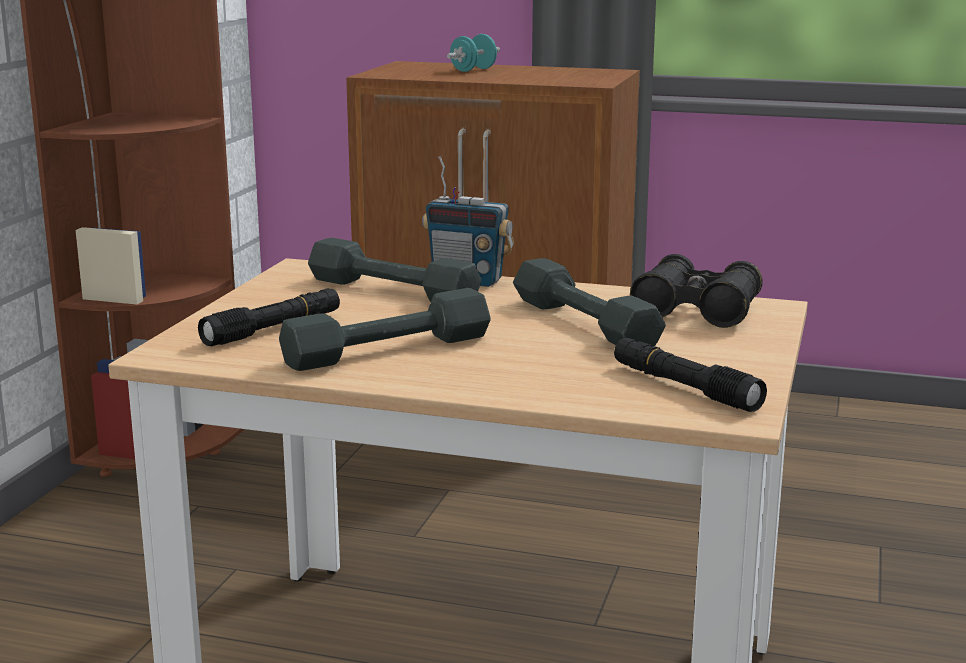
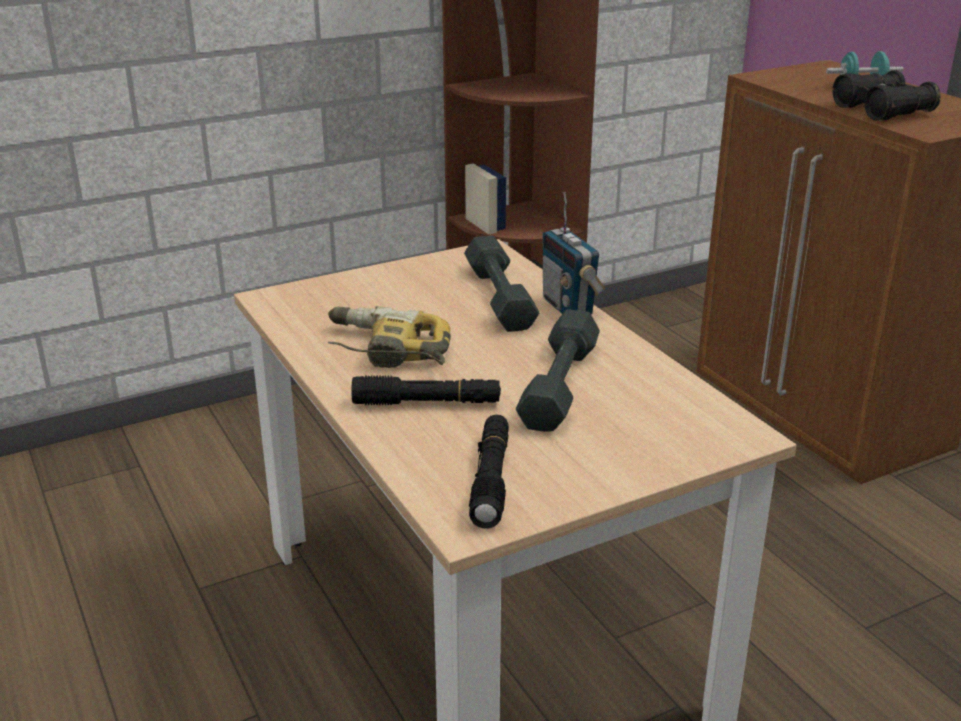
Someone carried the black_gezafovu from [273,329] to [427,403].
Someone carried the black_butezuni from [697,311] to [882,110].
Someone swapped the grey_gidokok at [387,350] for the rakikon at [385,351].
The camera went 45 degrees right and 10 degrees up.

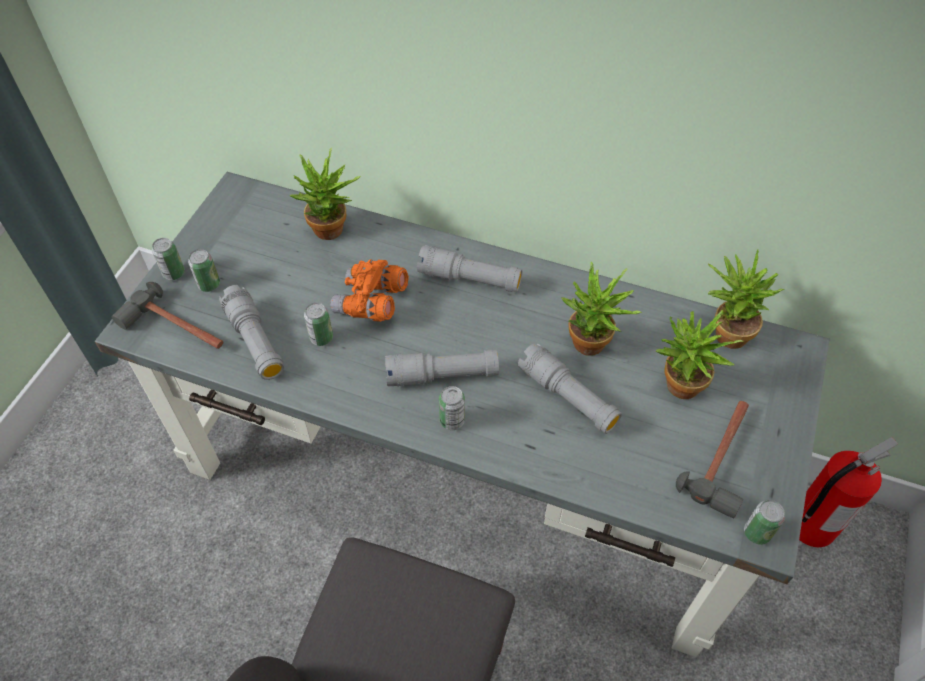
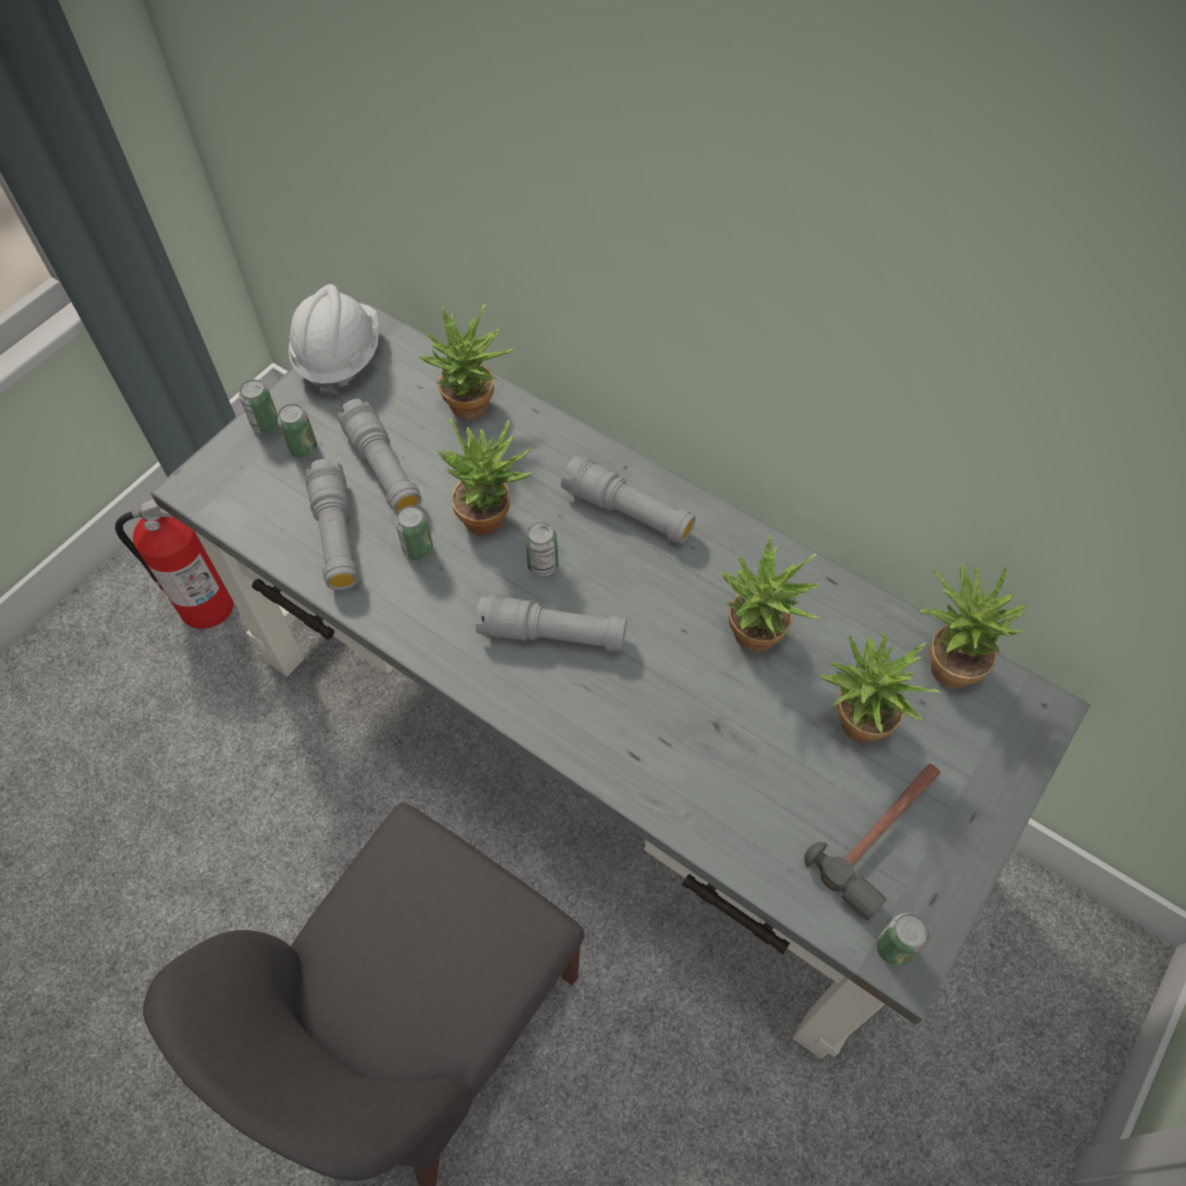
Someone took away the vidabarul at [176,329].
Someone put down the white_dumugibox at [339,357].
Someone carried the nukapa from [452,420] to [542,565].
Someone carried the grey_gezafovu from [568,397] to [383,468].
Someone carried the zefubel from [810,525] to [206,605].
Someone swapped the orange_butezuni at [371,303] for the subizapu at [493,517].
The camera went 15 degrees right and 5 degrees up.

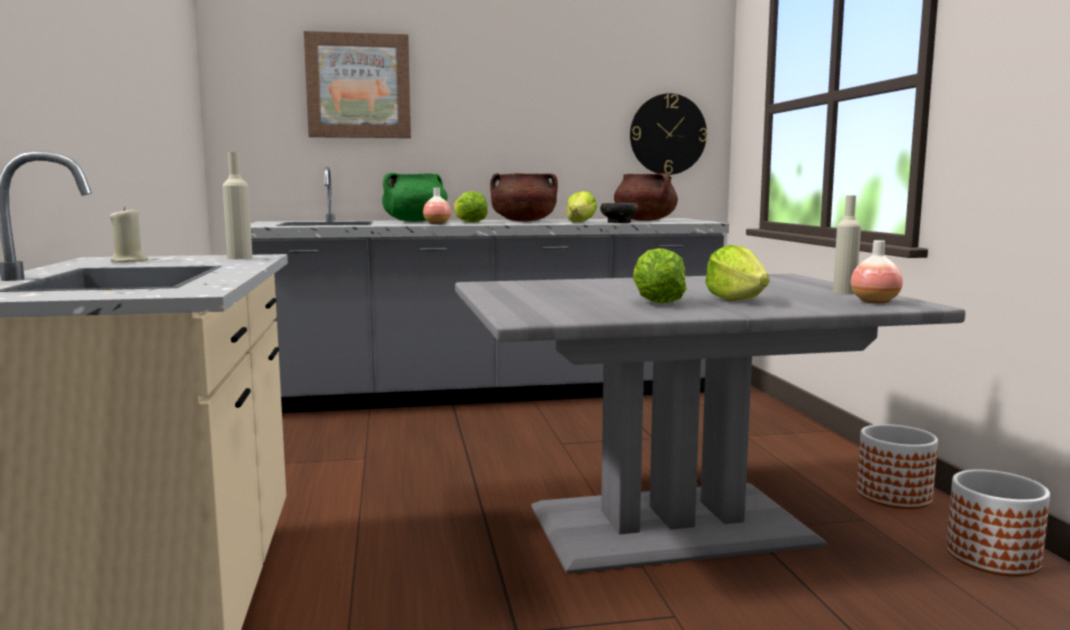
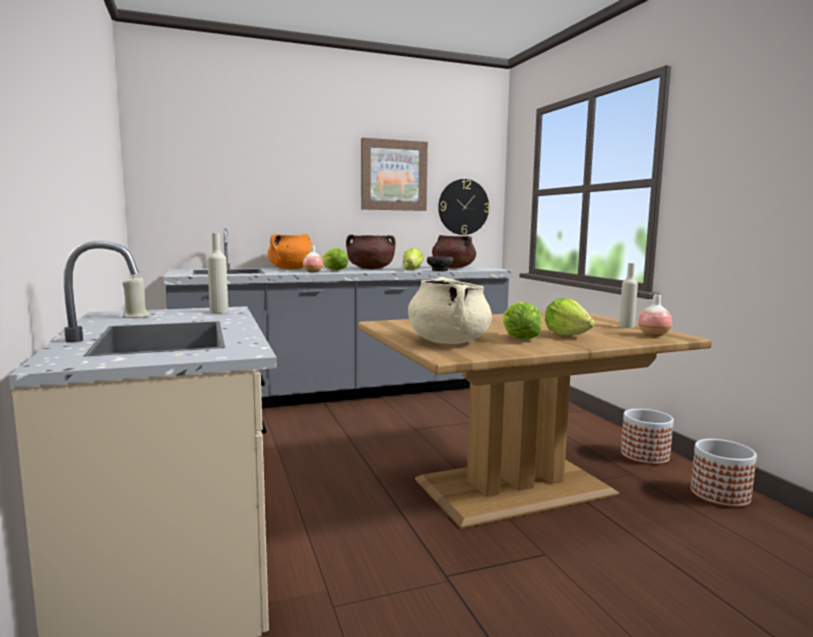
Someone put down the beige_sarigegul at [448,342].
Someone carried the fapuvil from [358,86] to [393,175].
Someone repainted the green_sarigegul at [415,221], which became the orange_sarigegul at [292,269].
Someone repainted the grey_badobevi at [672,527], which became the brown_badobevi at [516,488].
The camera went 10 degrees left and 0 degrees up.

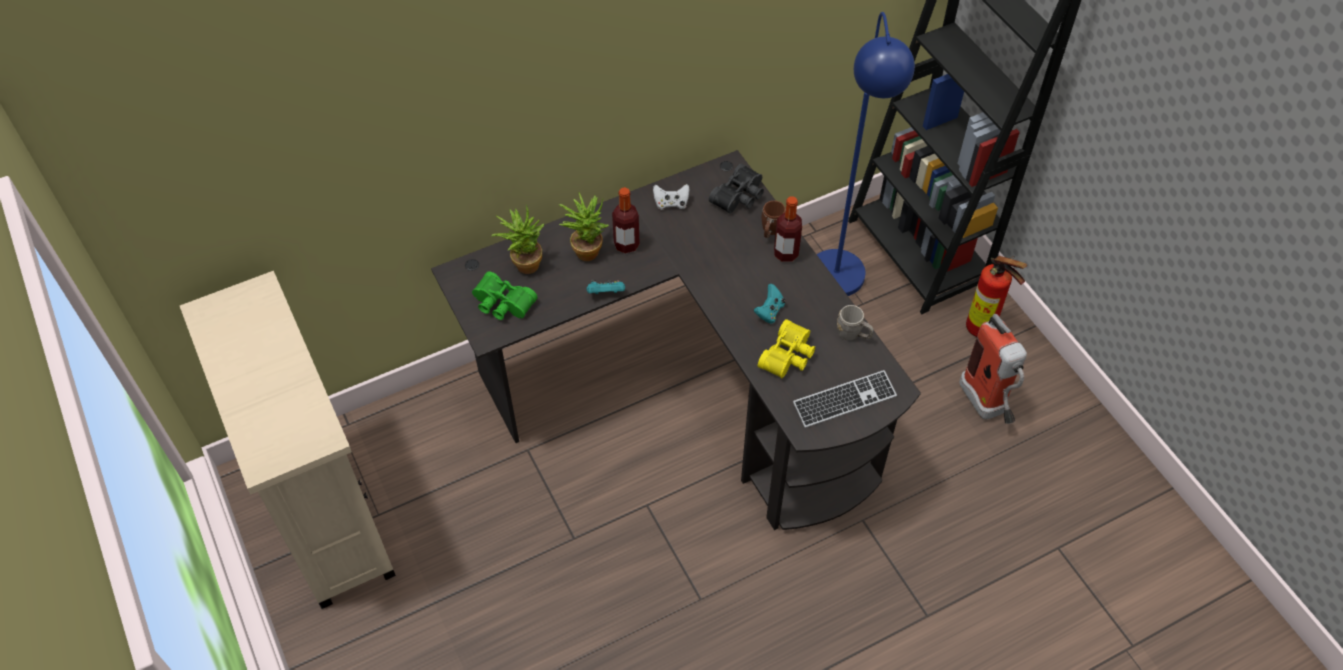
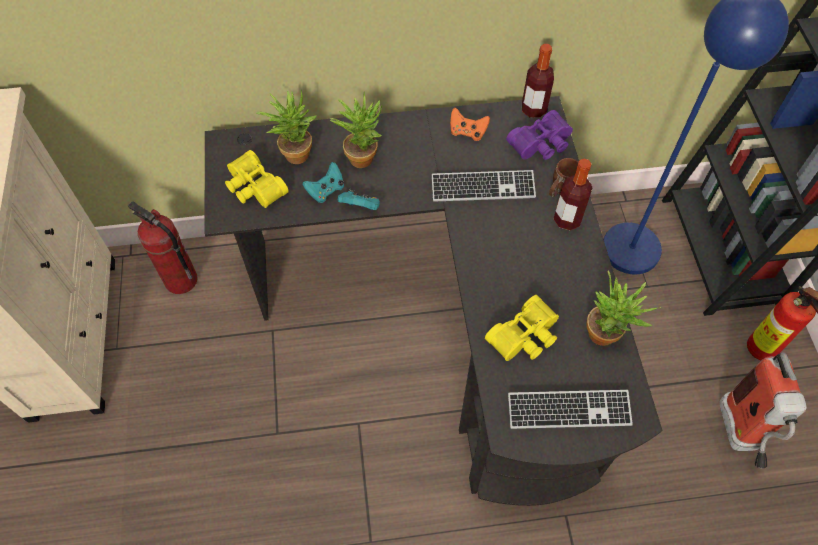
Someone put down the zefubel at [180,280].
Someone put down the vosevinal at [483,188].
Someone carried the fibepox from [626,244] to [533,109].
Someone carried the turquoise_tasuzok from [769,311] to [326,190].
Someone swapped the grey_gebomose at [853,335] for the subizapu at [608,335].
Someone repainted the green_butezuni at [502,305], which became the yellow_butezuni at [253,188].
Someone repainted the white_tasuzok at [671,203], which became the orange_tasuzok at [467,132].
Someone repainted the black_butezuni at [740,197], which became the purple_butezuni at [542,145].
The camera went 20 degrees right and 5 degrees up.

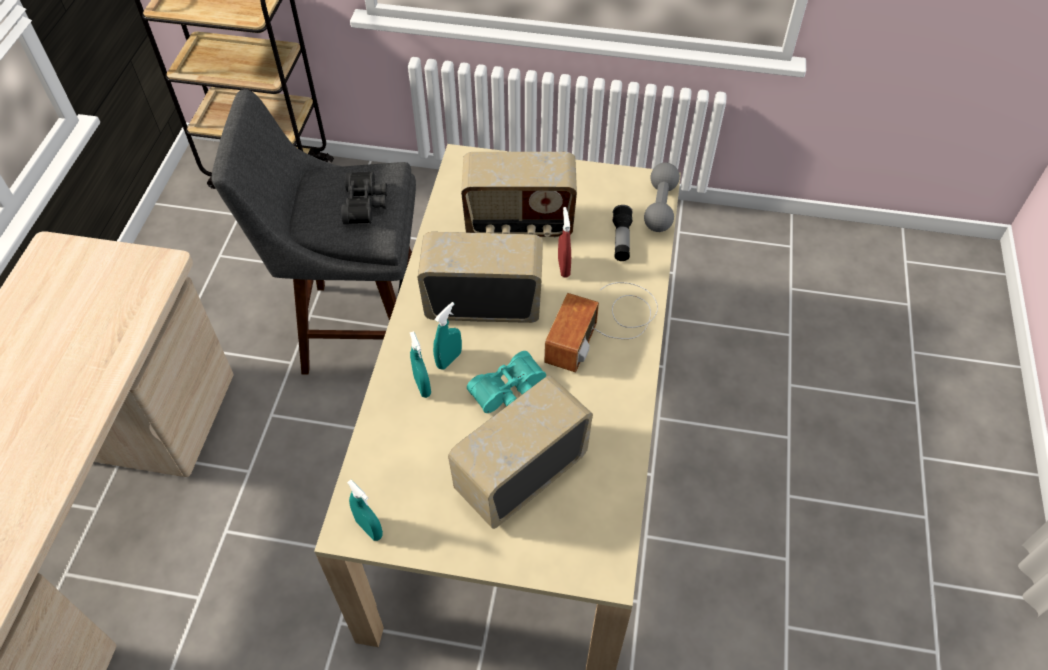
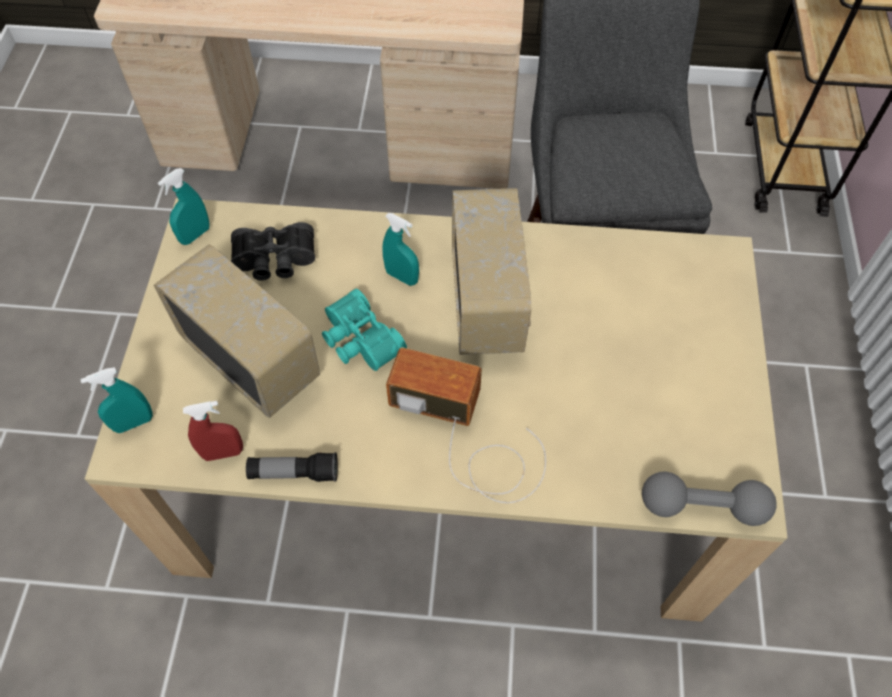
Someone took away the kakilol at [519,223].
Someone carried the black_butezuni from [366,204] to [275,261].
Someone carried the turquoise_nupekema from [422,386] to [133,423].
Someone carried the red_nupekema from [563,267] to [223,453].
Someone carried the gezafovu from [621,240] to [294,473].
The camera went 85 degrees right and 5 degrees up.

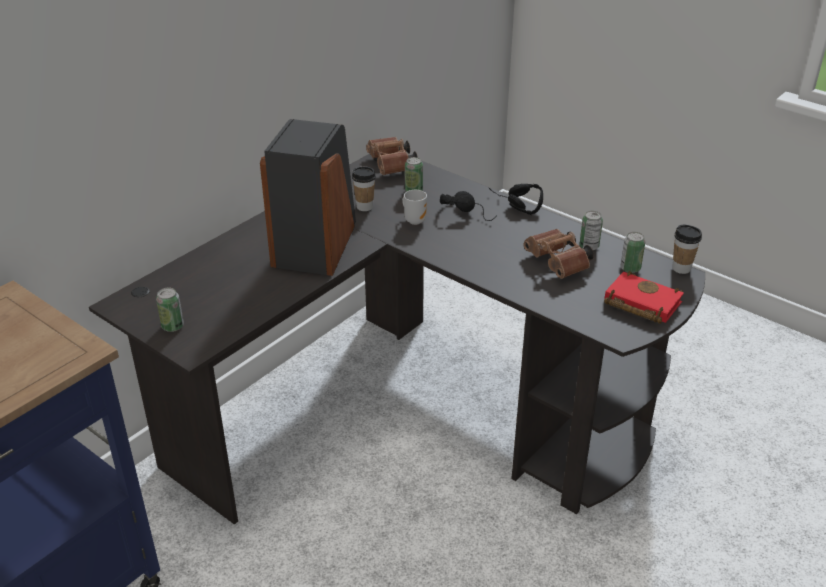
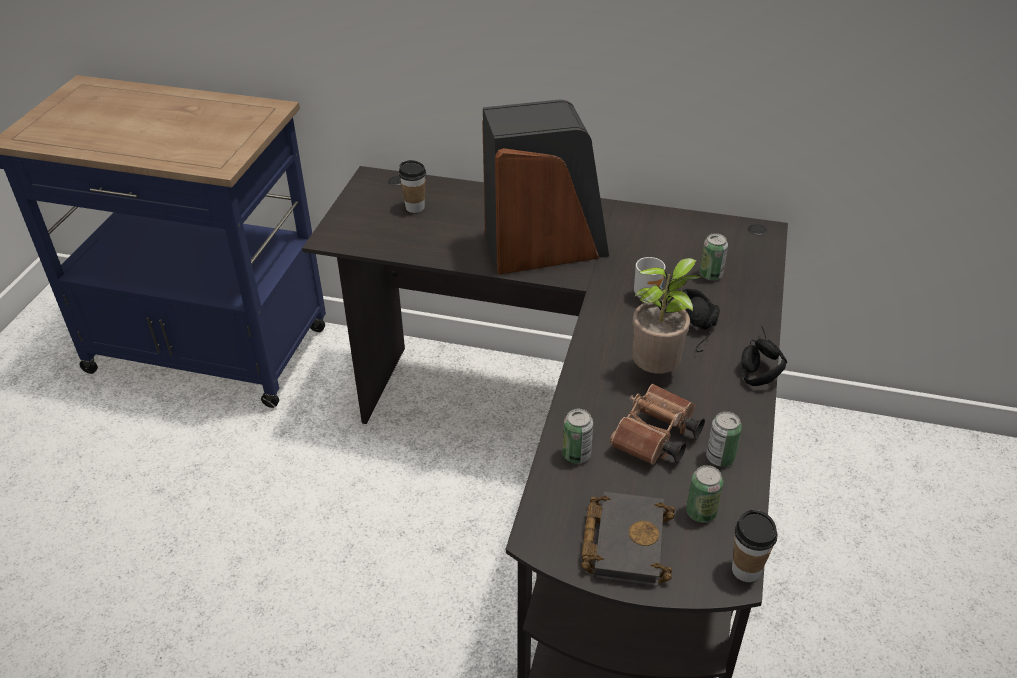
Someone took away the brown_butezuni at [391,166].
Someone put down the subizapu at [657,371].
Someone carried the nukapa from [173,326] to [576,455].
Someone carried the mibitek from [364,207] to [415,207].
Someone repainted the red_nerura at [639,303], which became the black_nerura at [624,541].
The camera went 65 degrees right and 5 degrees up.

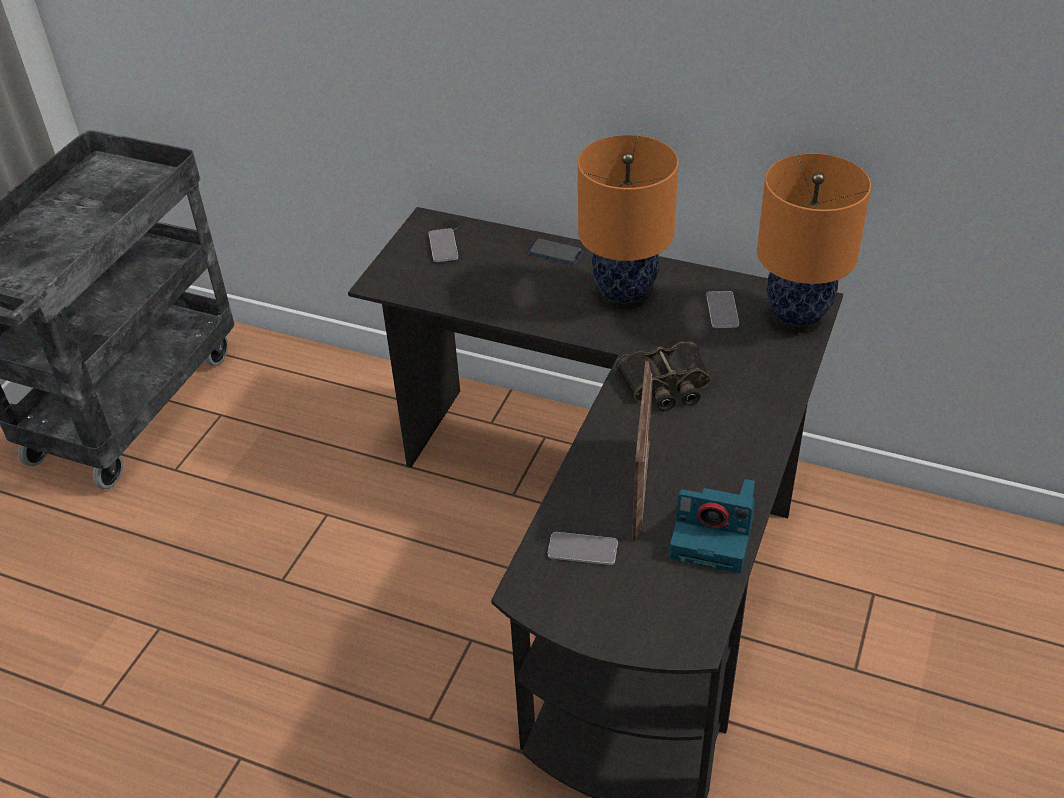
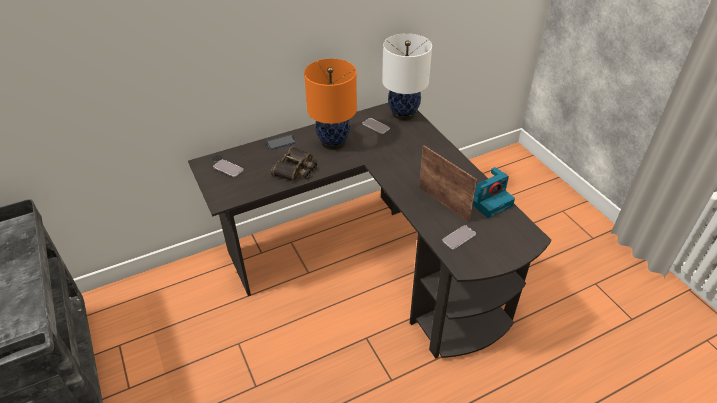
Someone carried the butezuni from [666,385] to [296,169].
Someone repainted the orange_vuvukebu at [797,317], which became the white_vuvukebu at [403,113].
The camera went 50 degrees left and 0 degrees up.

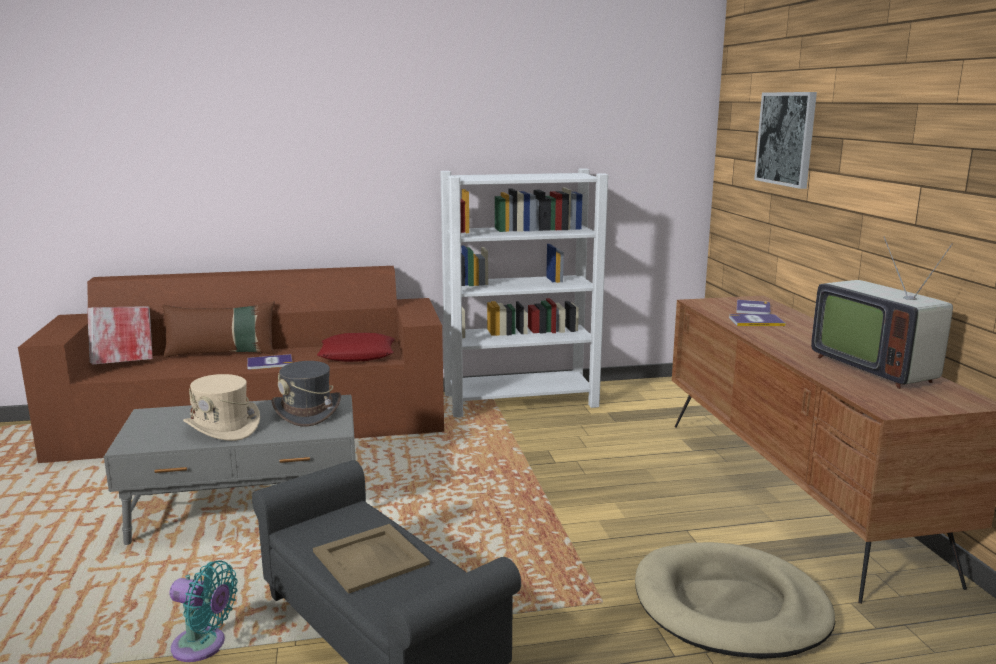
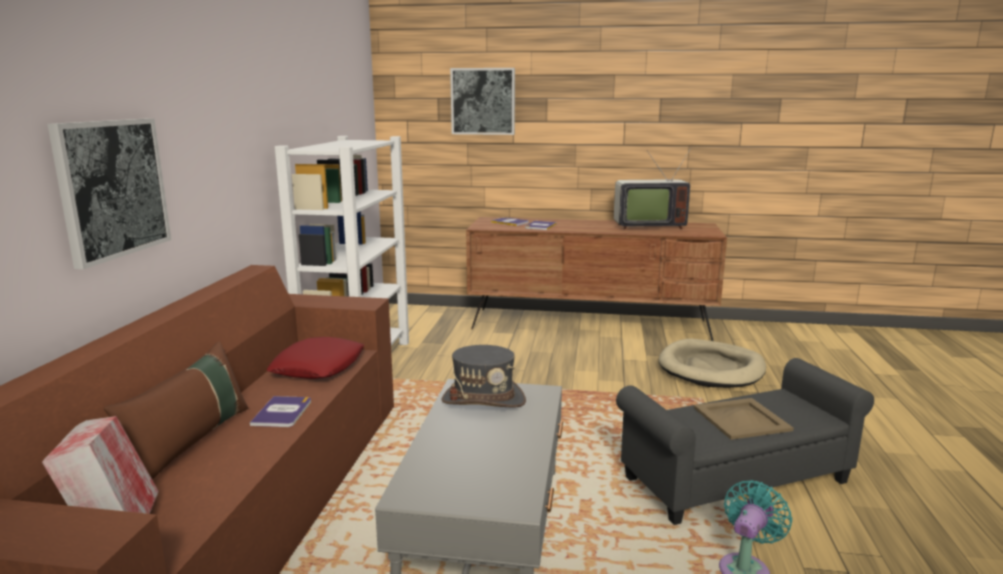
Someone took away the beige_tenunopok at [223,427].
Someone put up the fapuvil at [112,188].
The camera went 70 degrees left and 0 degrees up.

